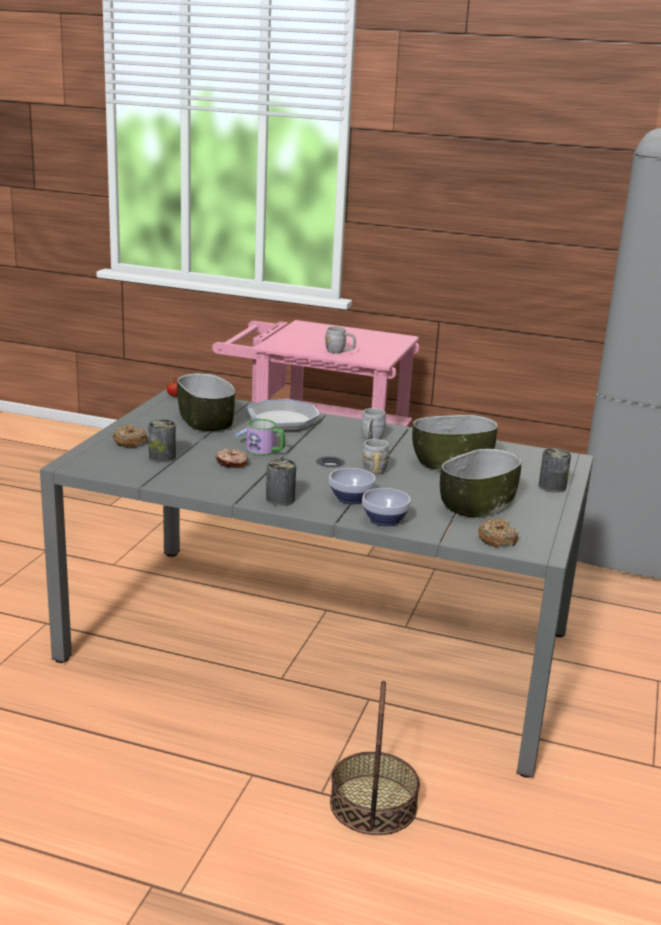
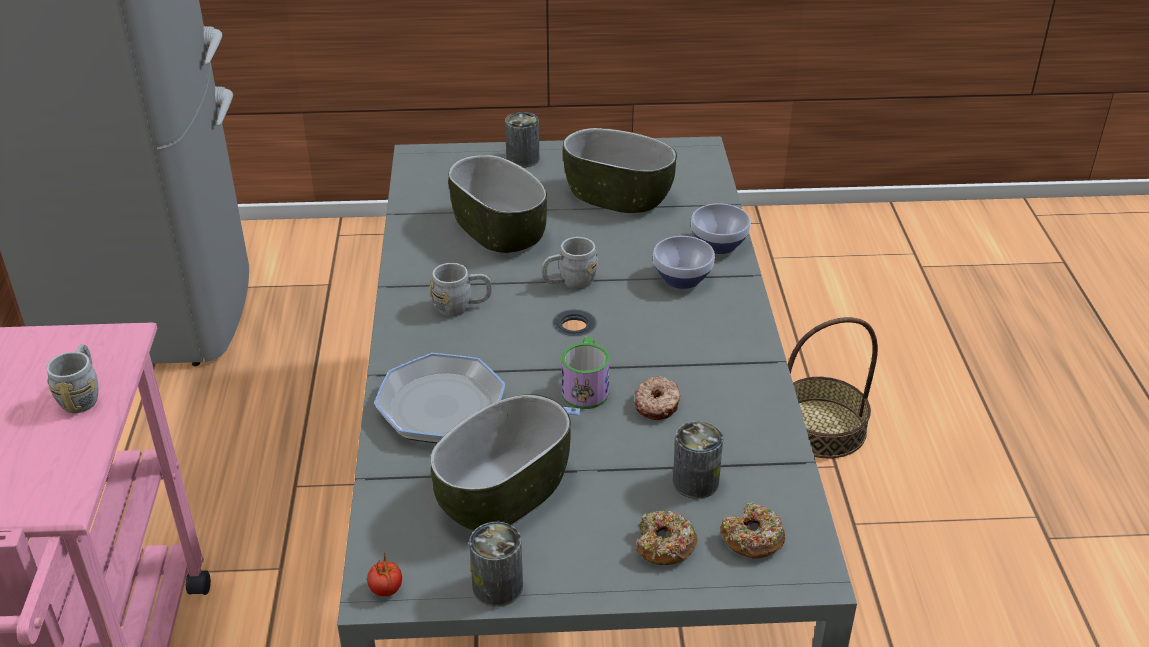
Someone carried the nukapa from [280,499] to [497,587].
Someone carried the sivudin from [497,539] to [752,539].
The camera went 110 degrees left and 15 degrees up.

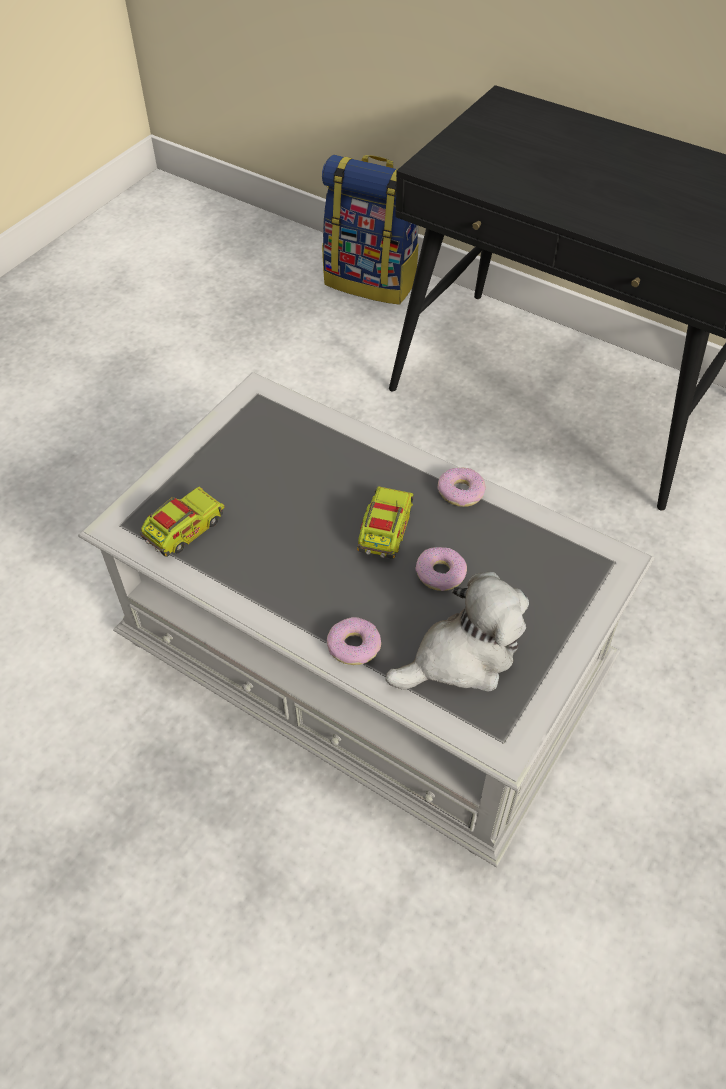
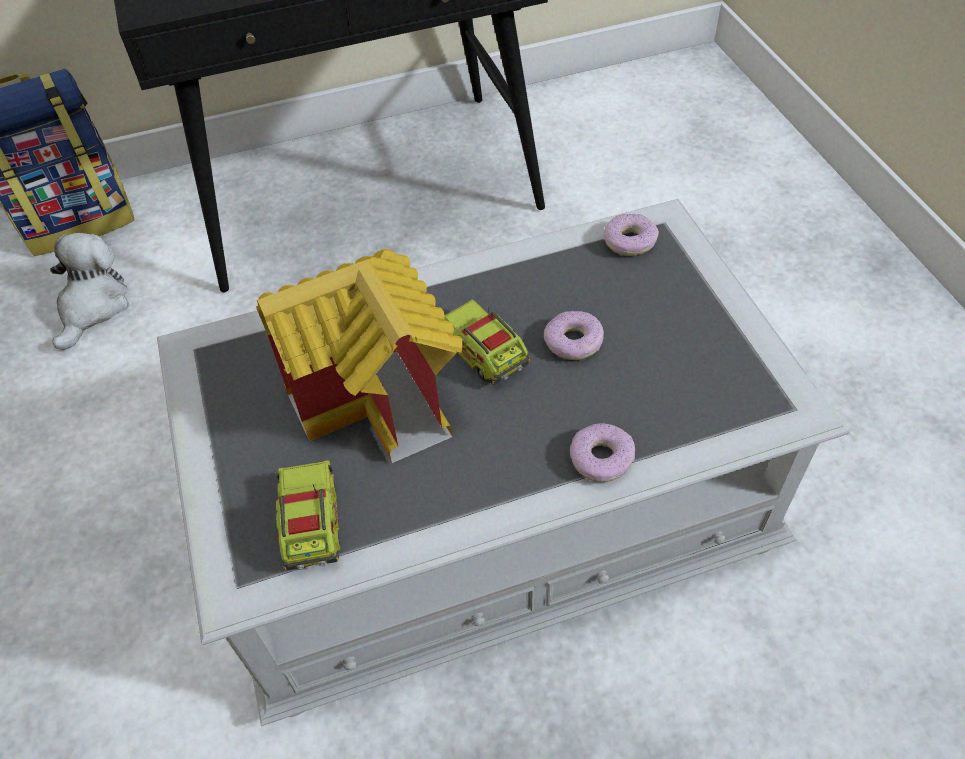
Someone put down the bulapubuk at [381,400].
Someone carried the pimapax from [462,657] to [93,307].
Someone carried the sivudin from [461,492] to [629,241].
The camera went 50 degrees left and 0 degrees up.

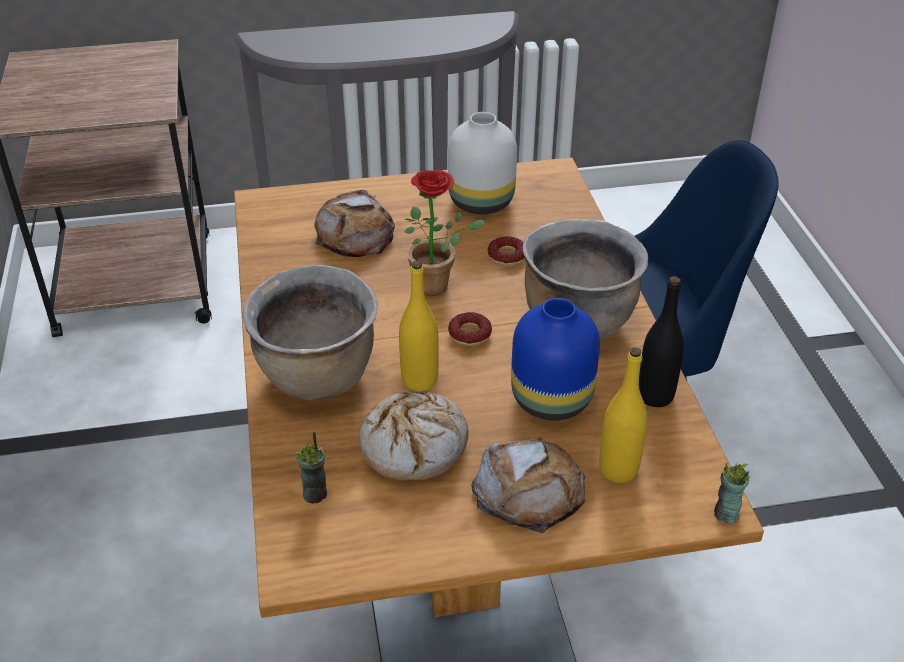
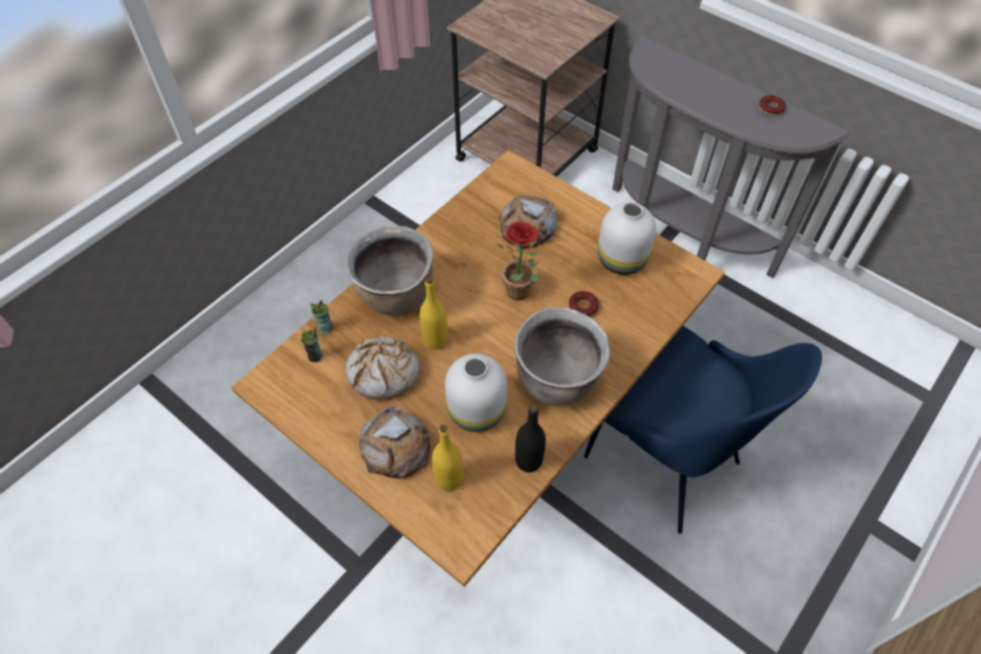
Someone carried the sivudin from [469,334] to [770,108].
Someone carried the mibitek from [726,514] to [325,328].
Someone repainted the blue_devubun at [549,398], which became the white_devubun at [477,409].
The camera went 50 degrees right and 15 degrees up.

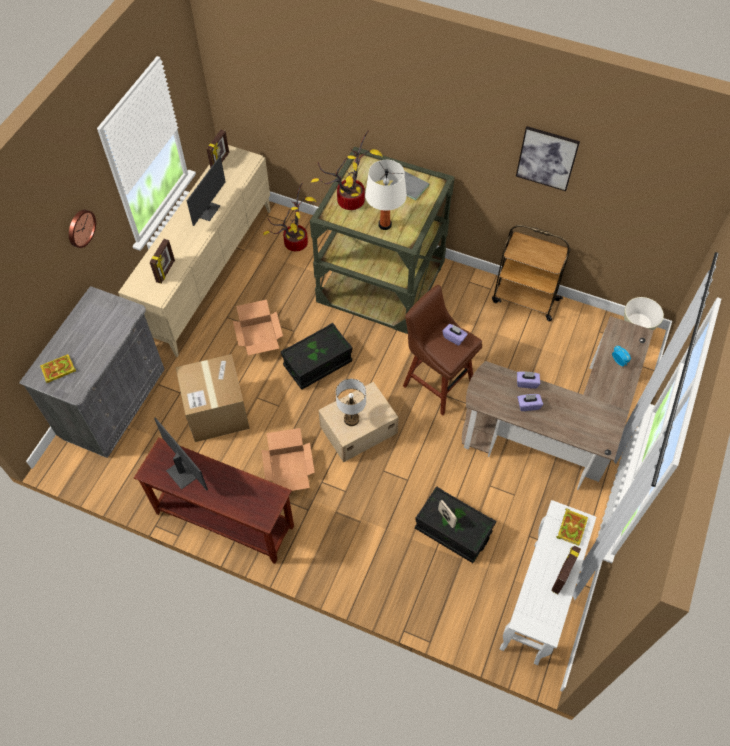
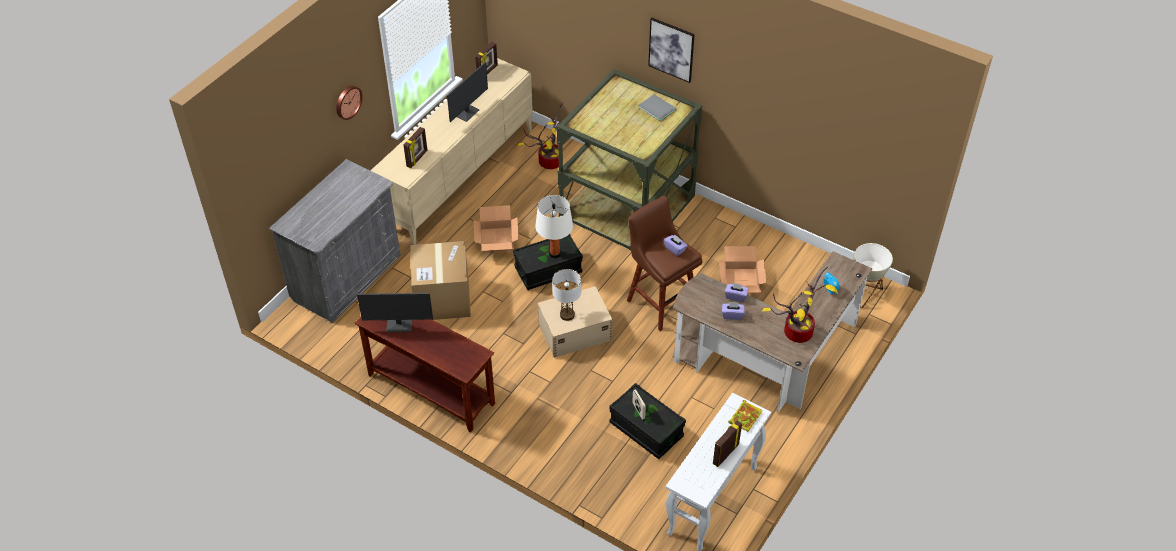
Someone took away the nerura at [57,370].
Someone took away the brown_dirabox at [524,300].
Someone carried the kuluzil from [289,468] to [741,281].
Someone carried the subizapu from [351,198] to [798,330].
Someone carried the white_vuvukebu from [384,225] to [554,253].
Someone carried the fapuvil from [547,158] to [671,49].
Someone rotated the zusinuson at [183,473] by 120 degrees clockwise.
The camera went 10 degrees right and 10 degrees down.

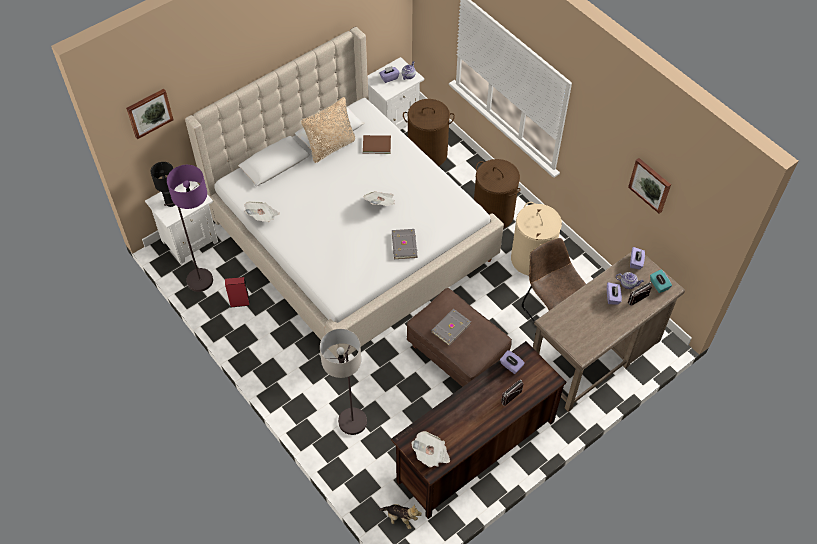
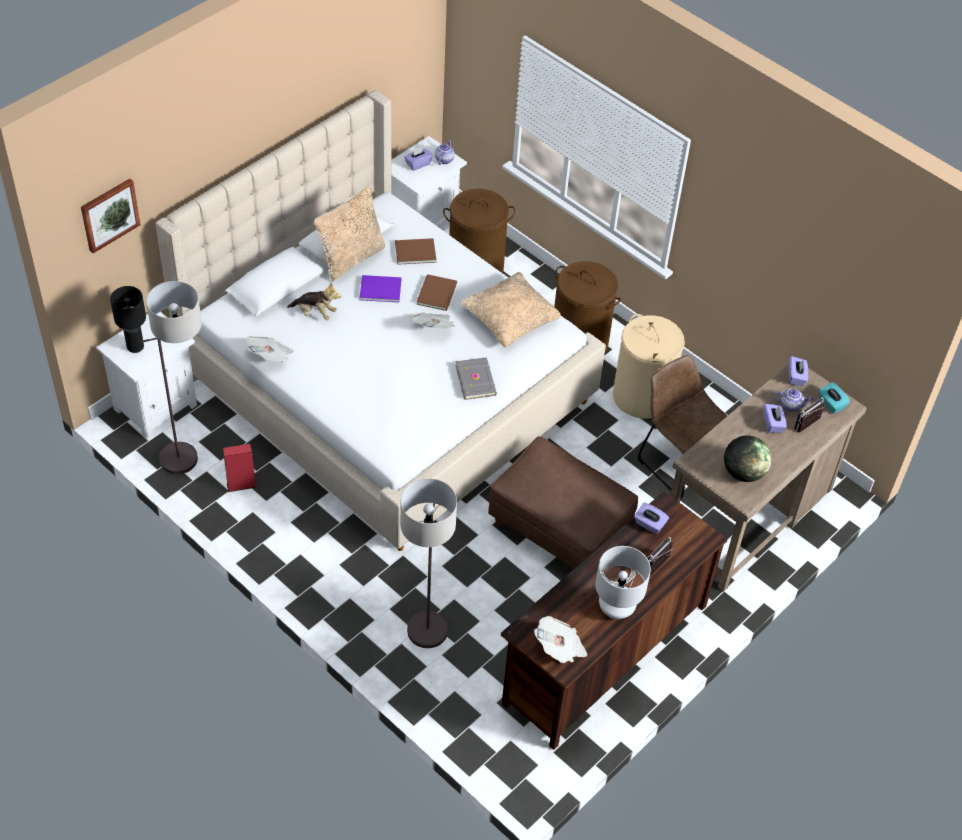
Someone took away the grey_nerura at [450,327].
Someone took away the fapuvil at [650,184].
Someone put down the purple_nerura at [379,289].
Someone put down the brown_nerura at [438,293].
Someone put down the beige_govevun at [511,317].
Someone put down the white_vuvukebu at [617,594].
Someone put down the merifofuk at [743,473].
Someone carried the pimapax from [400,518] to [315,313].
Someone repainted the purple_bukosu at [208,279], which became the grey_bukosu at [190,456].
The camera went 10 degrees left and 5 degrees down.

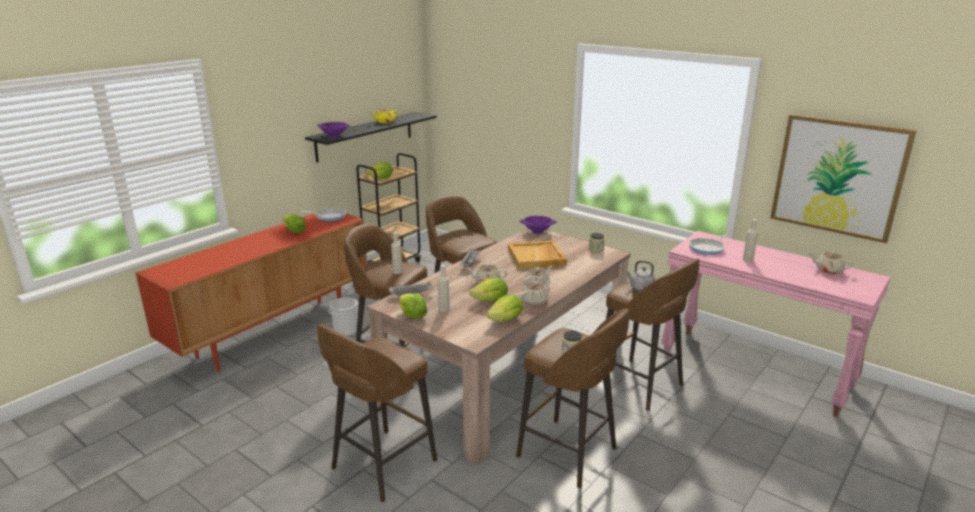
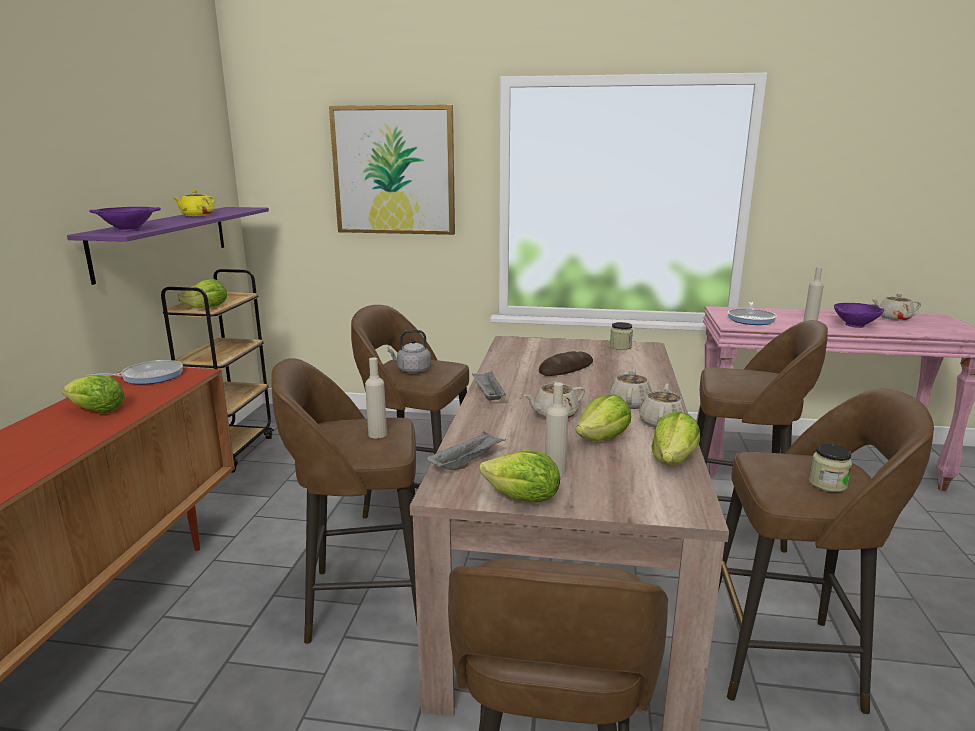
Someone took away the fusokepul at [346,330].
Someone carried the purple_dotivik from [537,231] to [855,325].
Someone carried the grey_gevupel from [640,288] to [412,370].
Someone carried the fapuvil from [838,176] to [394,171].
Someone swapped the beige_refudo at [537,257] for the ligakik at [566,368].
Someone repainted the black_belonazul at [365,136], which became the purple_belonazul at [163,241].
The camera went 30 degrees left and 5 degrees down.

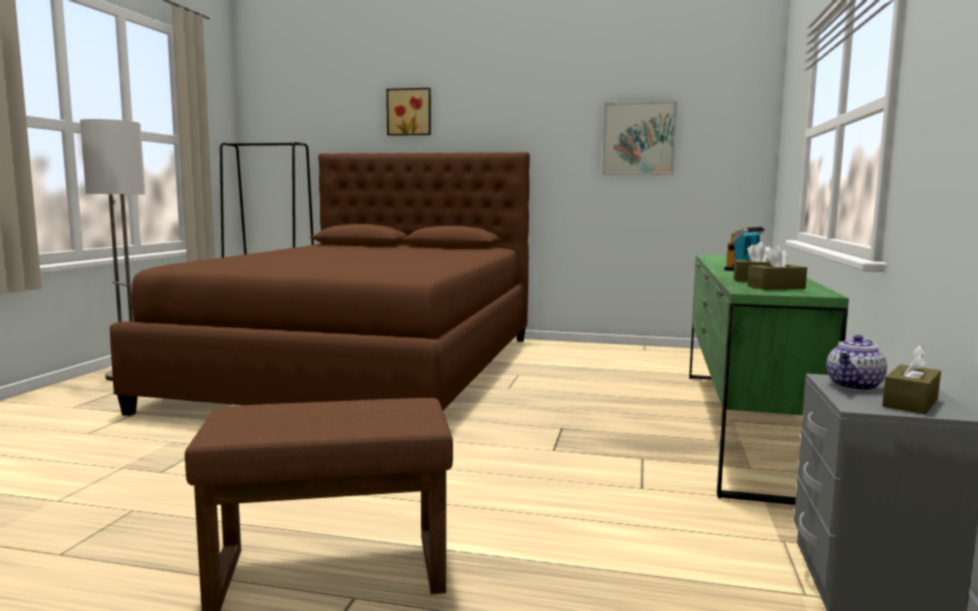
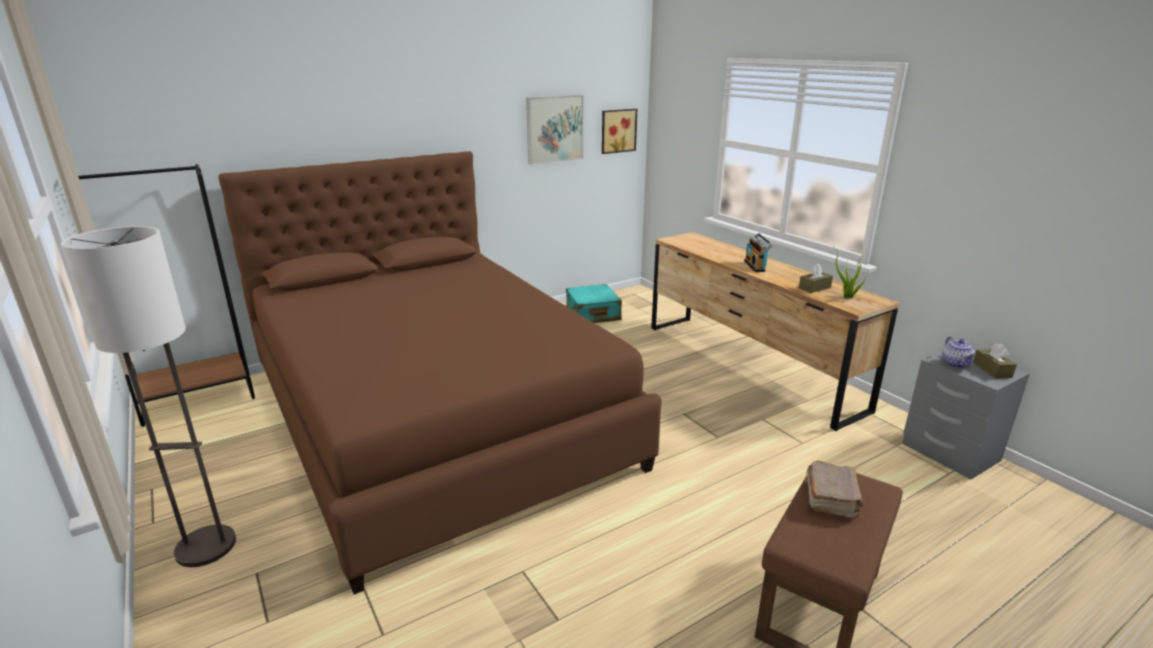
Someone put down the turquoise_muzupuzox at [593,314].
Someone put down the brown_nerura at [831,498].
Someone carried the fapuvil from [409,112] to [617,130].
Someone swapped the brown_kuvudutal at [776,287] for the subizapu at [847,297].
Someone repainted the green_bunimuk at [739,425], which became the brown_bunimuk at [748,365].
The camera went 45 degrees left and 15 degrees up.

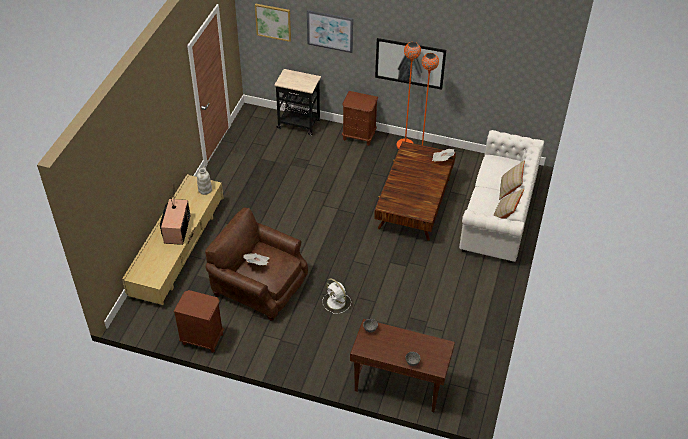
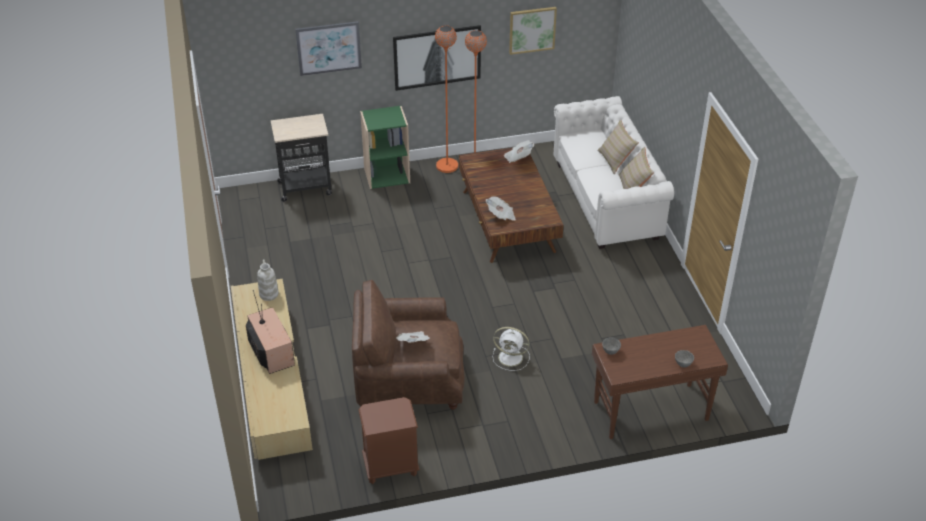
Someone put down the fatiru at [501,215].
Someone carried the fapuvil from [273,22] to [532,30].
Someone swapped the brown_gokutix at [359,136] for the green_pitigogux at [387,175].
The camera went 30 degrees left and 5 degrees down.

